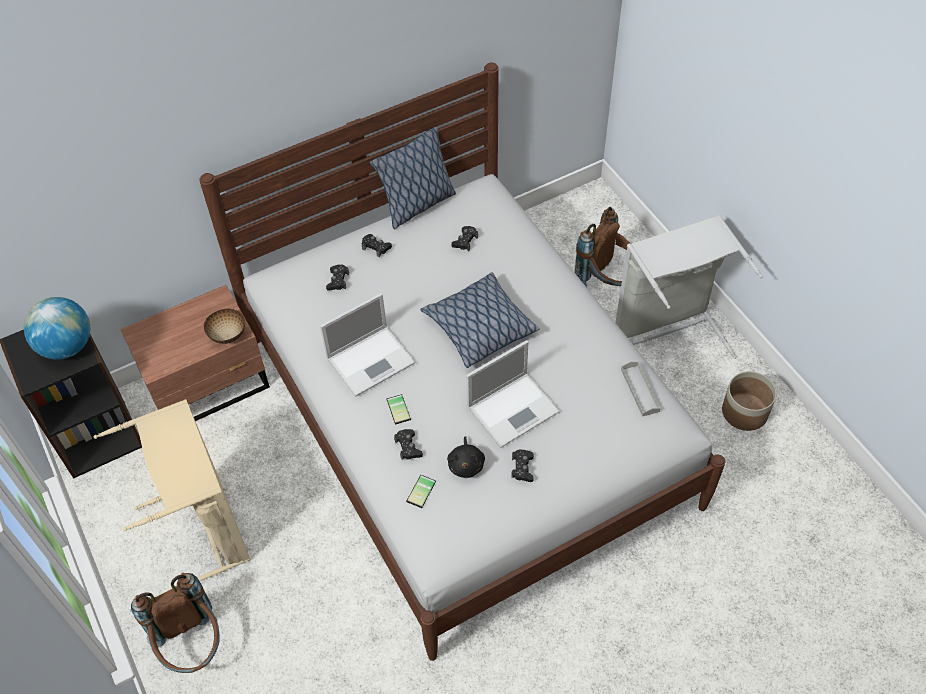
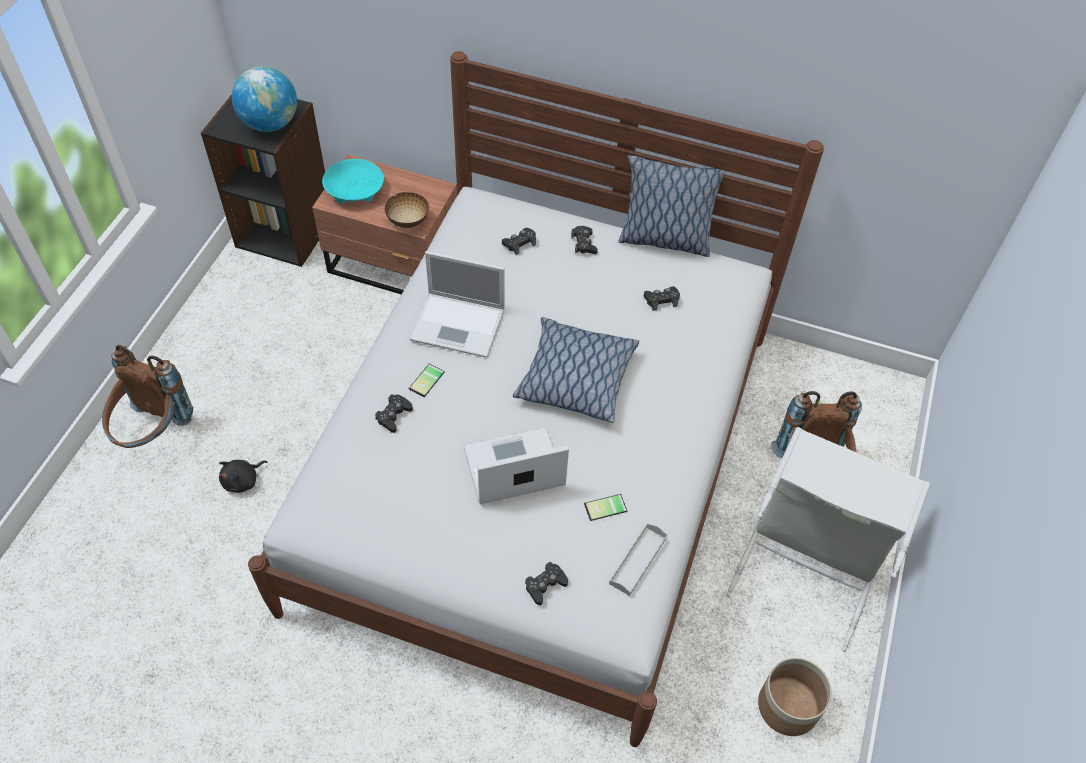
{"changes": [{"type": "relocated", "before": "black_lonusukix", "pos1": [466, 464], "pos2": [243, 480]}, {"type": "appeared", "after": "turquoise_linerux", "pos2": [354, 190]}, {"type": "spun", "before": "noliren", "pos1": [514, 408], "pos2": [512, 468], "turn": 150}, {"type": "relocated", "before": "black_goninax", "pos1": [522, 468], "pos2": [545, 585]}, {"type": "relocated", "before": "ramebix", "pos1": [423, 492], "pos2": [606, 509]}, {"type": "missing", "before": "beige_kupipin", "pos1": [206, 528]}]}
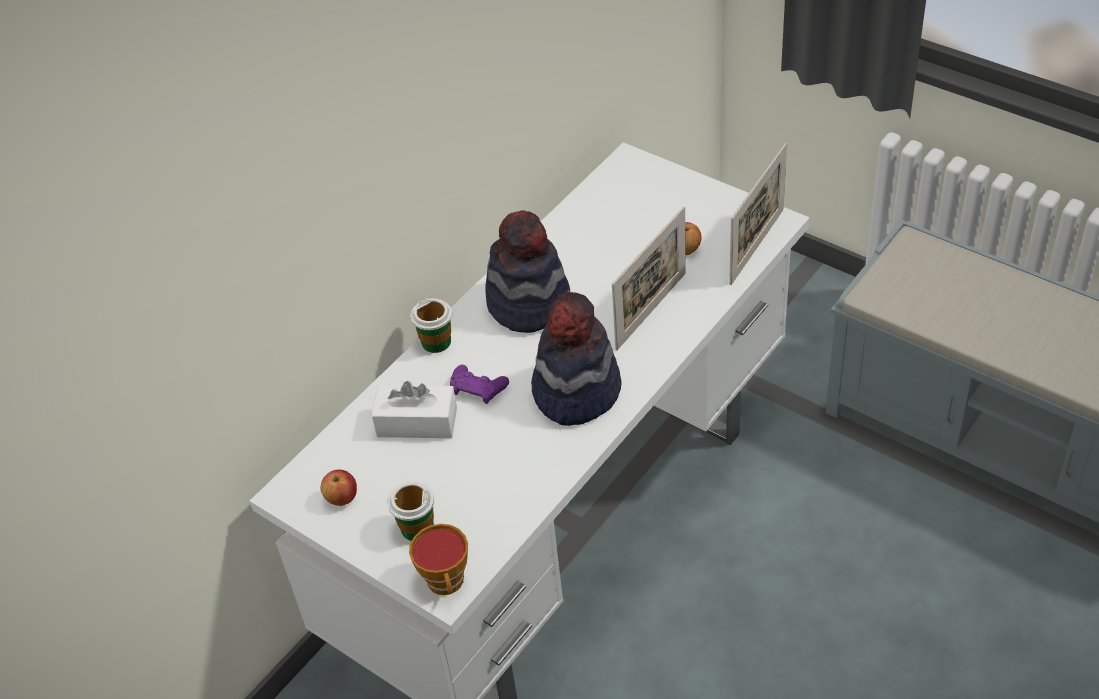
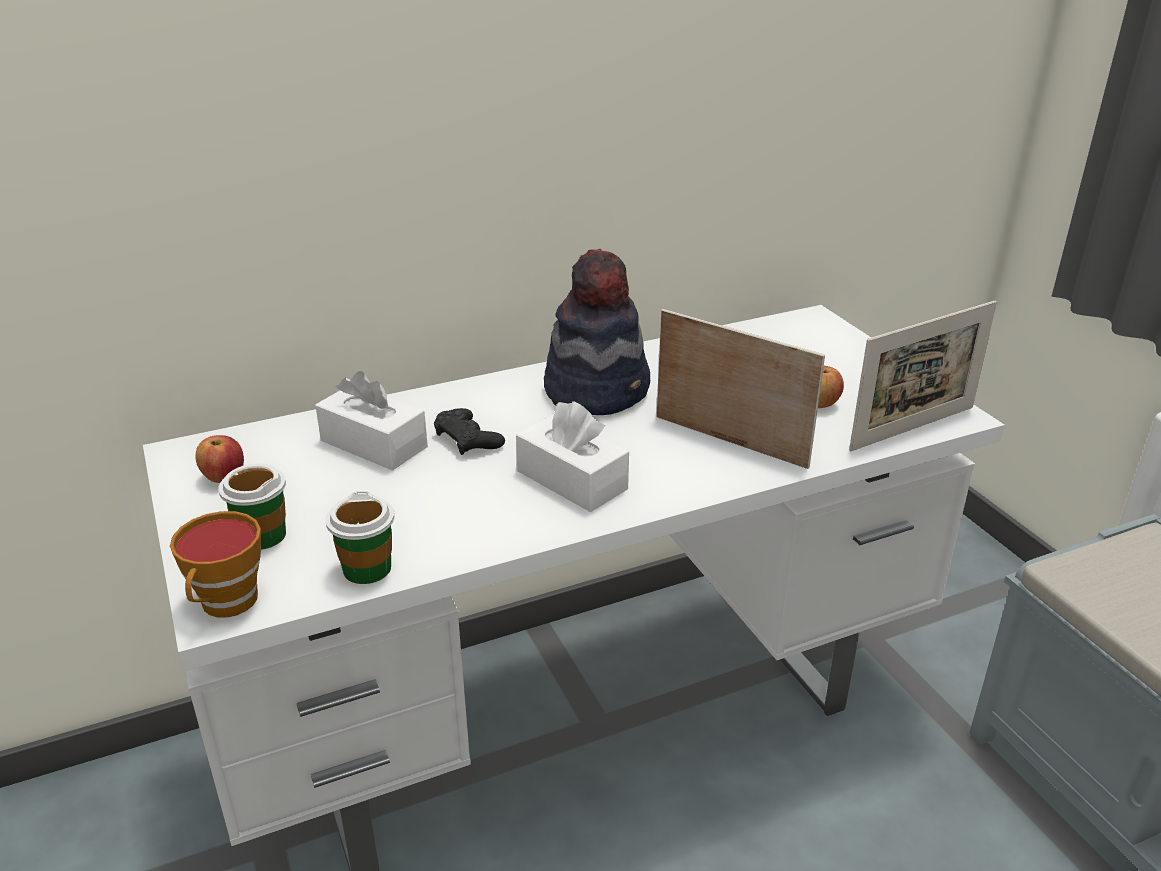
{"changes": [{"type": "relocated", "before": "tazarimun", "pos1": [436, 342], "pos2": [367, 569]}, {"type": "colour", "before": "purple_goninax", "after": "black_goninax", "pos1": [478, 388], "pos2": [468, 439]}, {"type": "exchanged", "before": "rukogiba", "after": "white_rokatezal", "pos1": [575, 390], "pos2": [572, 480]}, {"type": "spun", "before": "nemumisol", "pos1": [651, 311], "pos2": [729, 441], "turn": -120}]}
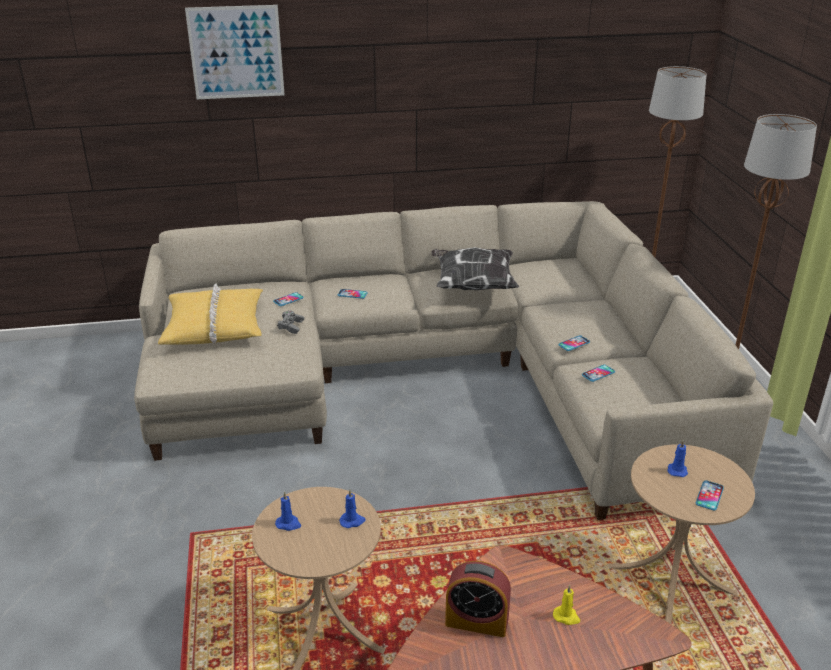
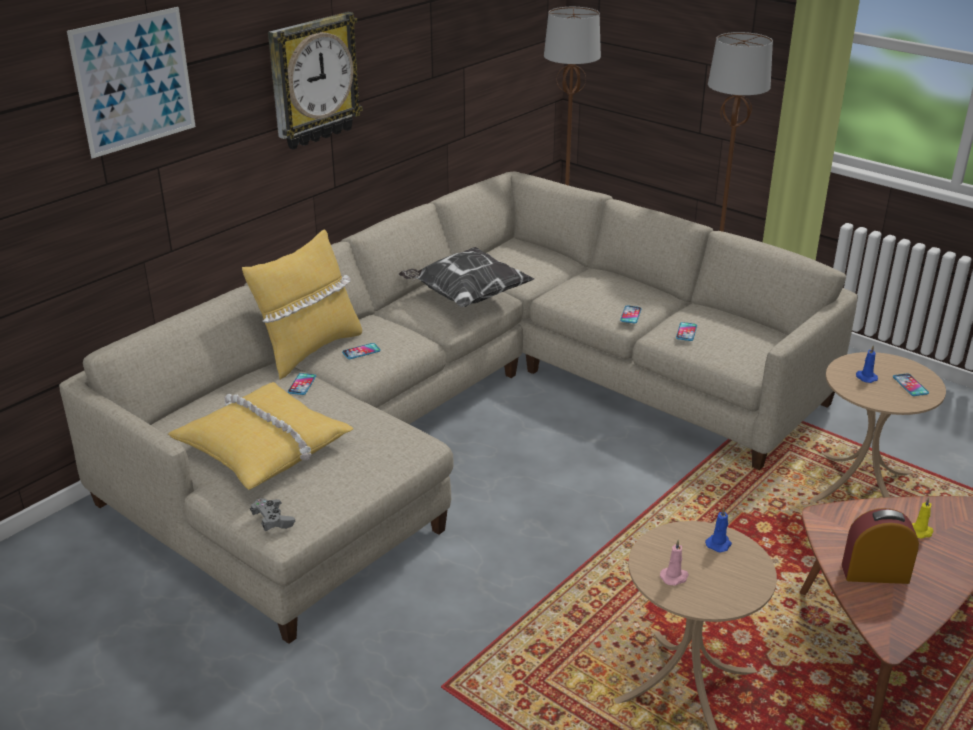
{"changes": [{"type": "appeared", "after": "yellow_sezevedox", "pos2": [309, 350]}, {"type": "relocated", "before": "grey_goninax", "pos1": [291, 327], "pos2": [273, 520]}, {"type": "appeared", "after": "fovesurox", "pos2": [313, 80]}, {"type": "colour", "before": "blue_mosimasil", "after": "pink_mosimasil", "pos1": [288, 524], "pos2": [674, 577]}, {"type": "spun", "before": "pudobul", "pos1": [477, 621], "pos2": [875, 573], "turn": -150}]}
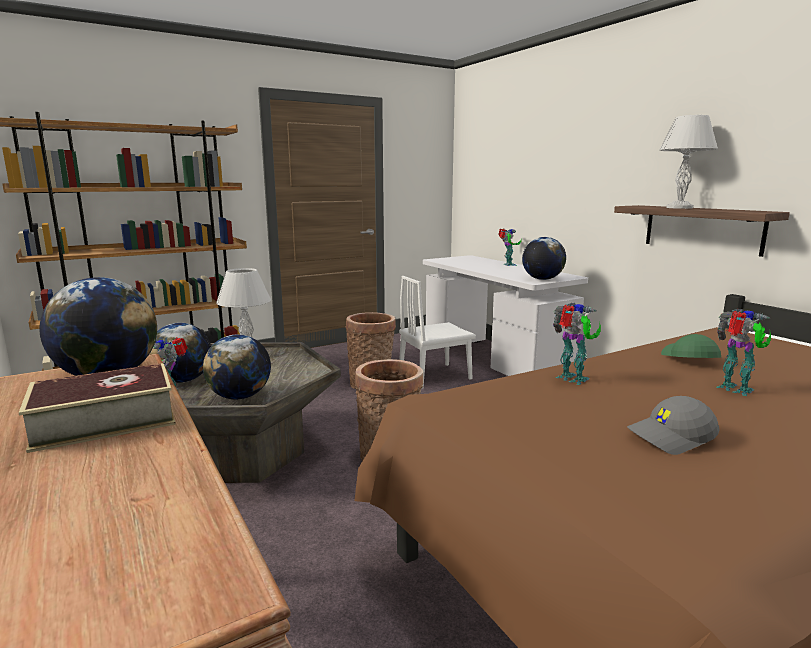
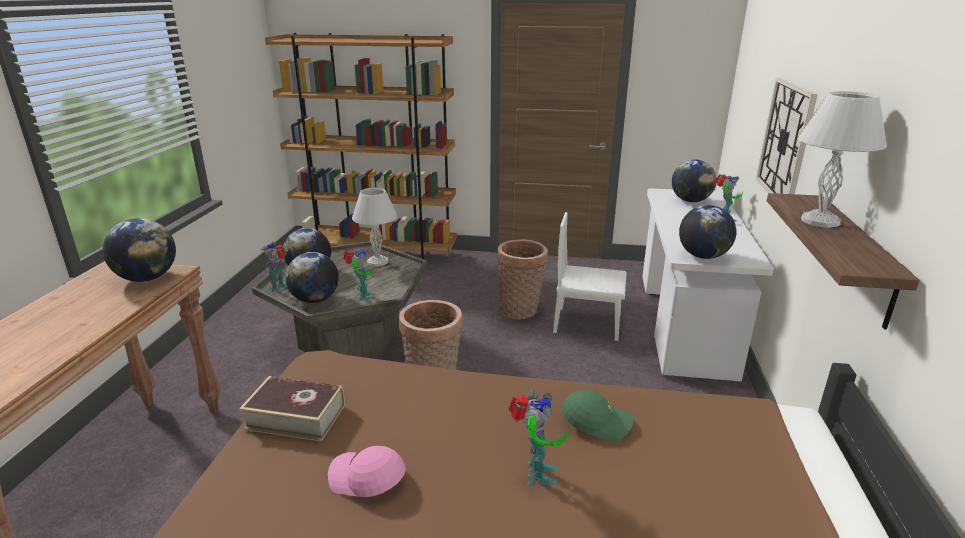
{"changes": [{"type": "relocated", "before": "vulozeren", "pos1": [105, 420], "pos2": [296, 417]}, {"type": "colour", "before": "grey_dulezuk", "after": "pink_dulezuk", "pos1": [671, 437], "pos2": [366, 479]}, {"type": "relocated", "before": "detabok", "pos1": [572, 379], "pos2": [363, 296]}, {"type": "spun", "before": "green_dulezuk", "pos1": [688, 359], "pos2": [596, 421], "turn": 60}, {"type": "appeared", "after": "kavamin", "pos2": [690, 201]}, {"type": "appeared", "after": "fovesurox", "pos2": [785, 142]}]}
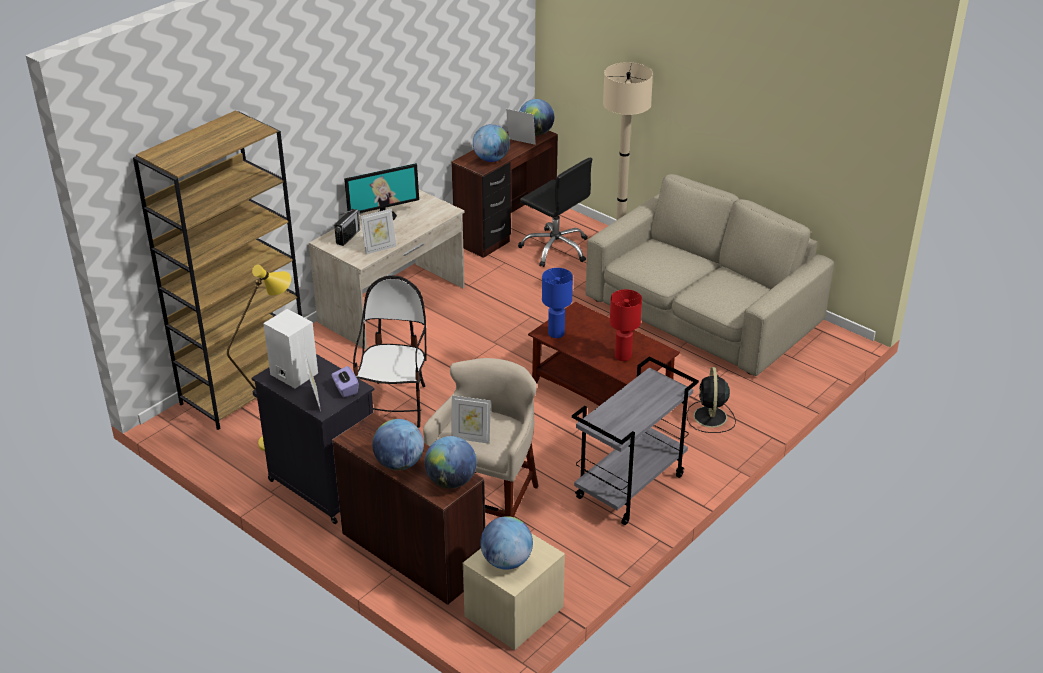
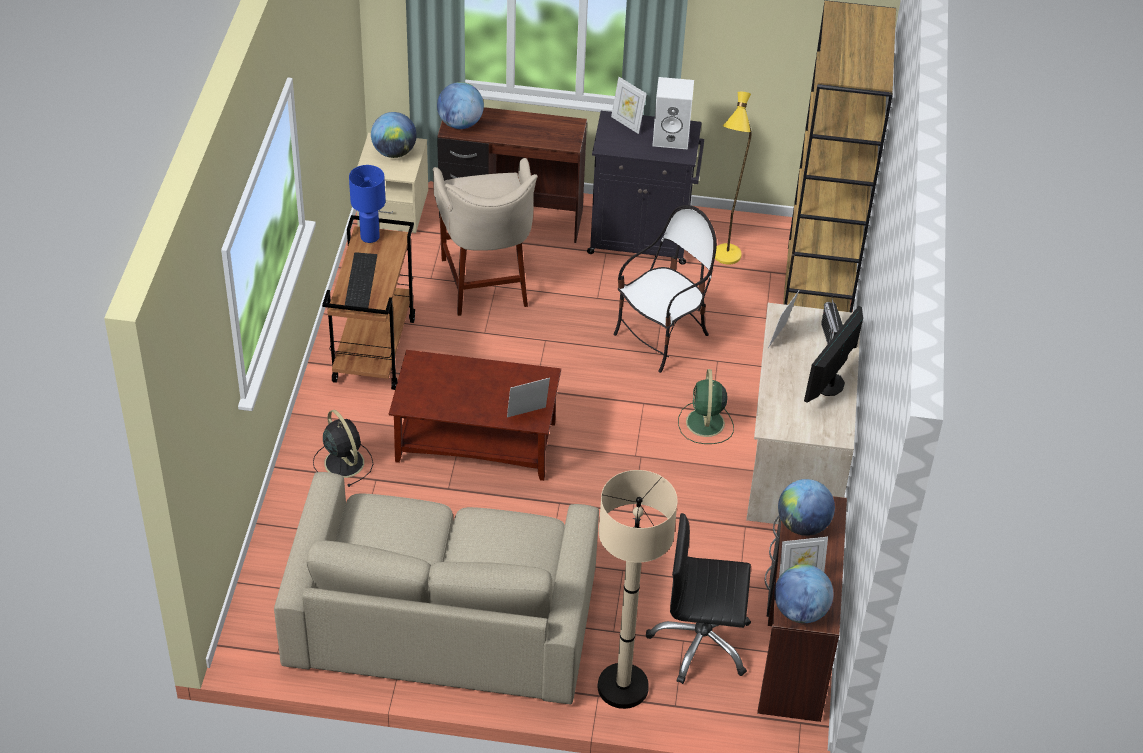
{"changes": [{"type": "colour", "before": "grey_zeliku", "after": "brown_zeliku", "pos1": [630, 488], "pos2": [373, 350]}, {"type": "appeared", "after": "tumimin", "pos2": [359, 280]}, {"type": "relocated", "before": "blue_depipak", "pos1": [556, 334], "pos2": [369, 237]}, {"type": "relocated", "before": "nemumisol", "pos1": [471, 438], "pos2": [527, 415]}, {"type": "spun", "before": "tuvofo", "pos1": [395, 405], "pos2": [662, 338], "turn": -105}, {"type": "appeared", "after": "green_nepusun", "pos2": [705, 424]}, {"type": "missing", "before": "purple_rokatezal", "pos1": [345, 389]}, {"type": "missing", "before": "kavamin", "pos1": [399, 463]}, {"type": "missing", "before": "red_depipak", "pos1": [623, 356]}]}
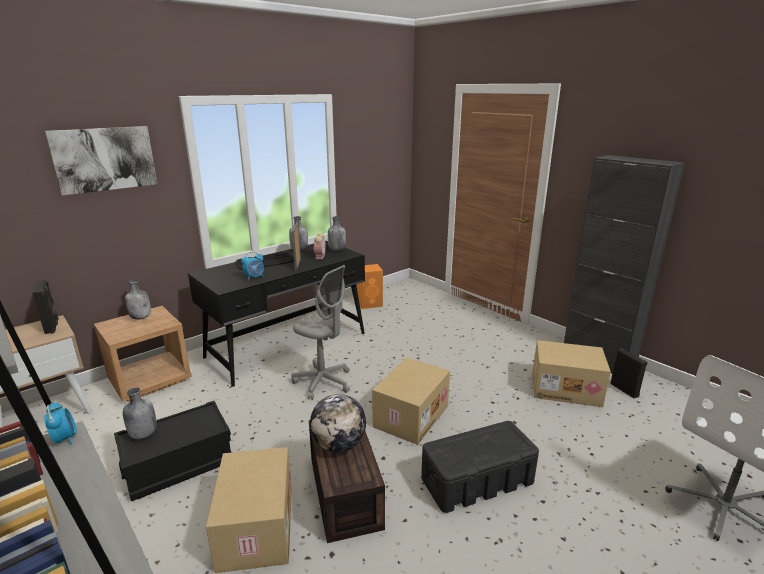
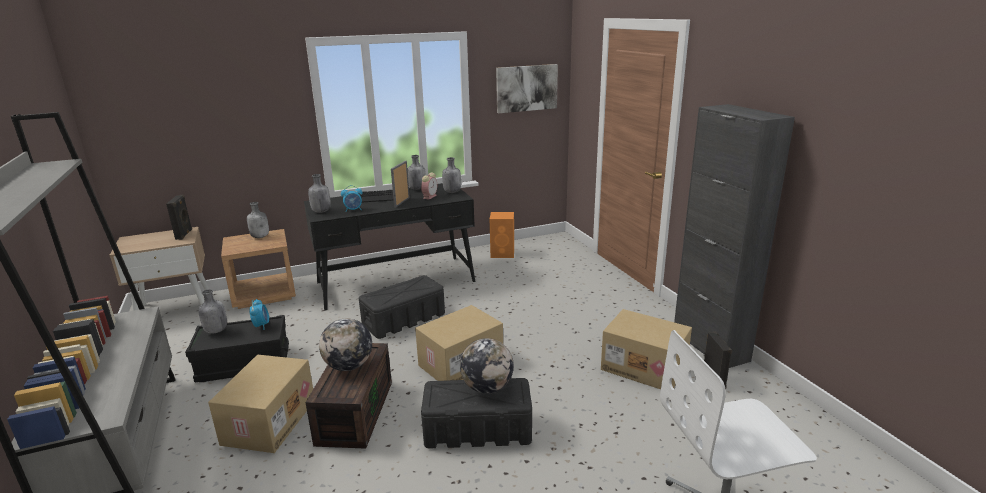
{"changes": [{"type": "relocated", "before": "pudobul", "pos1": [65, 438], "pos2": [261, 325]}, {"type": "appeared", "after": "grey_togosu", "pos2": [321, 211]}, {"type": "exchanged", "before": "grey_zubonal", "after": "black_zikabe", "pos1": [323, 382], "pos2": [403, 320]}, {"type": "appeared", "after": "kavamin", "pos2": [487, 388]}, {"type": "relocated", "before": "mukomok", "pos1": [104, 159], "pos2": [526, 88]}]}
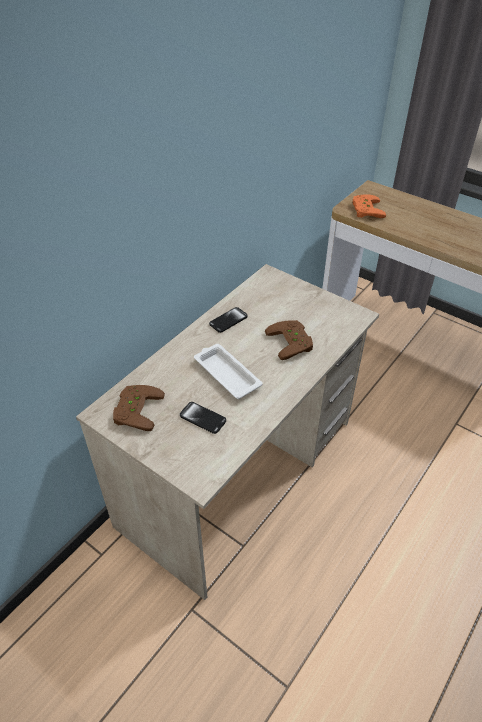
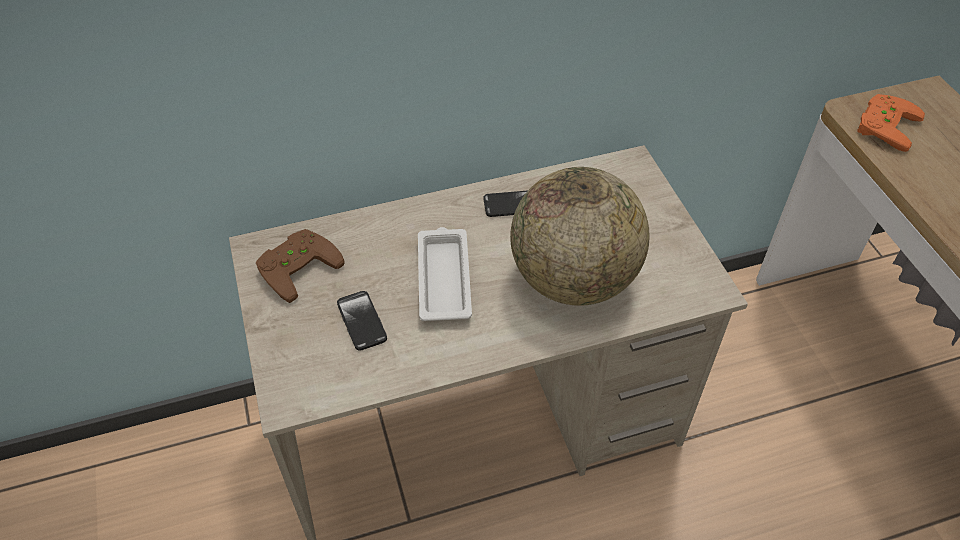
{"changes": [{"type": "exchanged", "before": "brown_goninax", "after": "kavamin", "pos1": [292, 342], "pos2": [573, 280]}]}
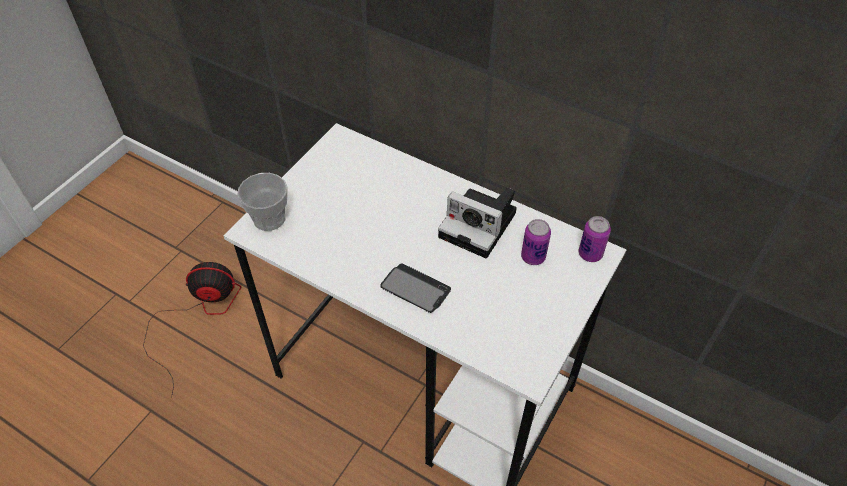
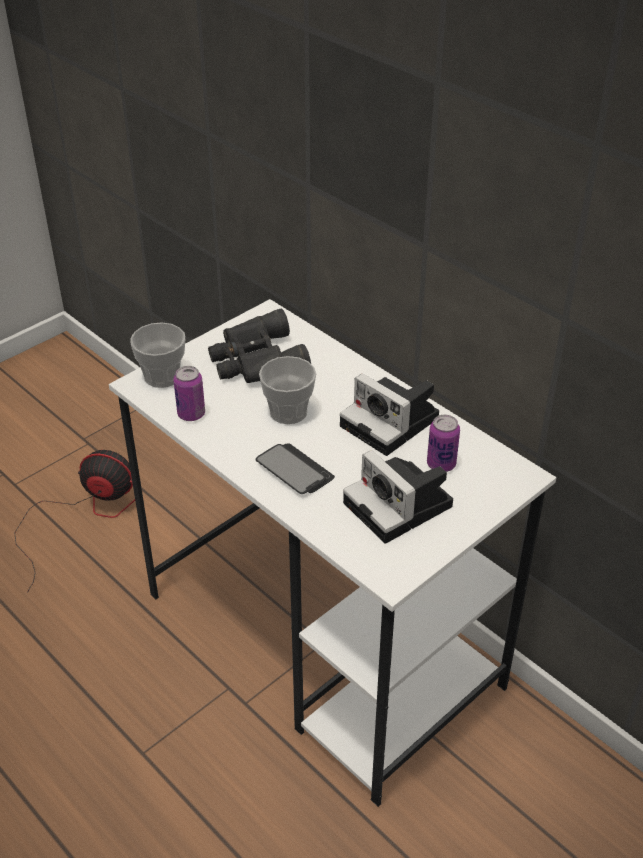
{"changes": [{"type": "relocated", "before": "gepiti", "pos1": [590, 254], "pos2": [191, 414]}, {"type": "appeared", "after": "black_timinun", "pos2": [255, 361]}, {"type": "appeared", "after": "tazarimun", "pos2": [288, 412]}, {"type": "appeared", "after": "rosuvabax", "pos2": [401, 506]}]}
